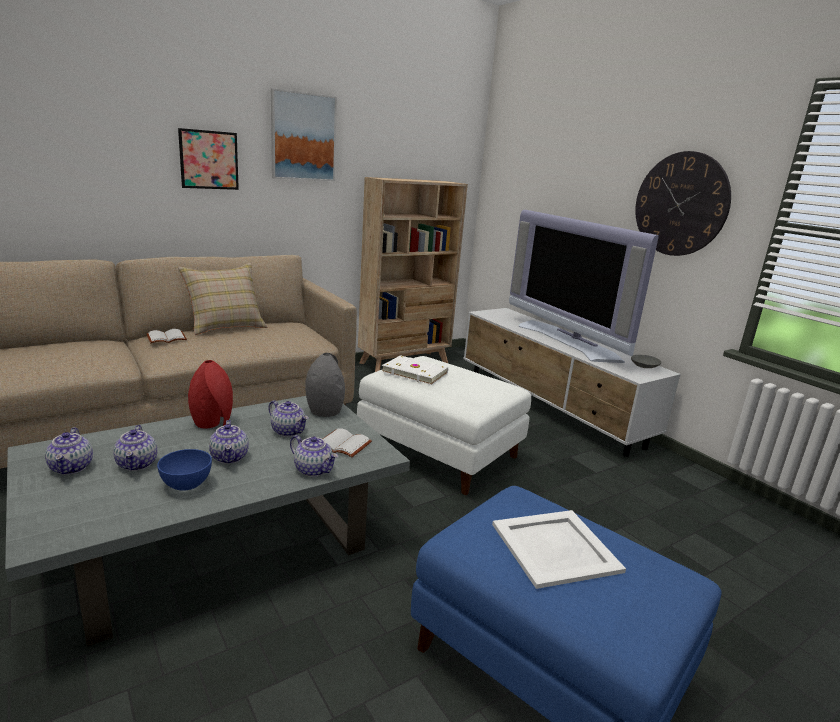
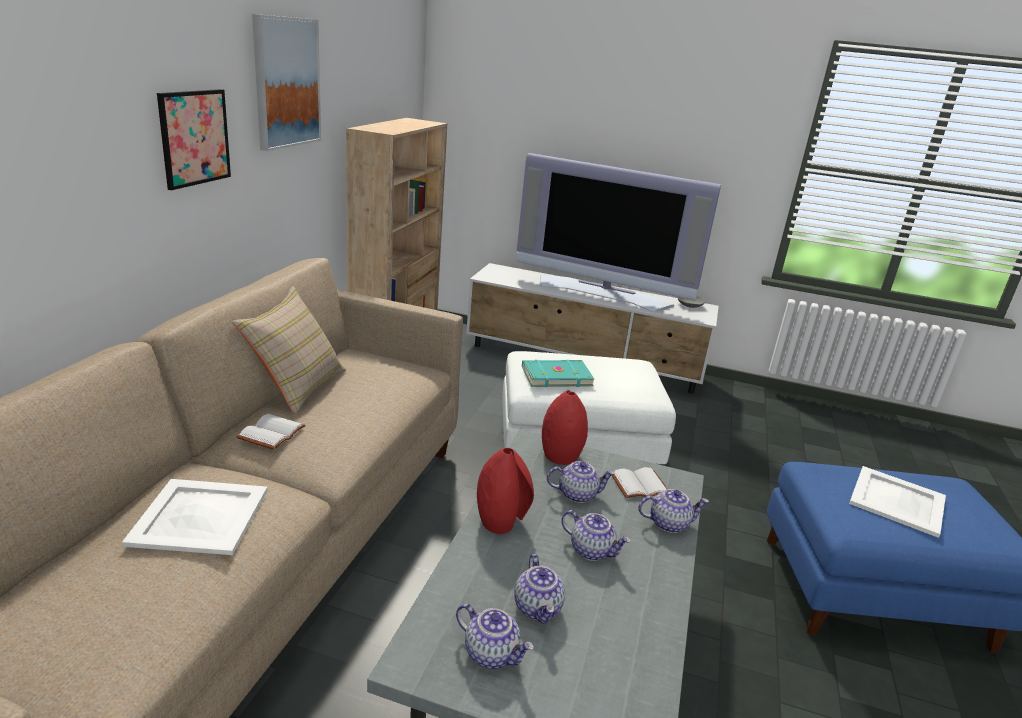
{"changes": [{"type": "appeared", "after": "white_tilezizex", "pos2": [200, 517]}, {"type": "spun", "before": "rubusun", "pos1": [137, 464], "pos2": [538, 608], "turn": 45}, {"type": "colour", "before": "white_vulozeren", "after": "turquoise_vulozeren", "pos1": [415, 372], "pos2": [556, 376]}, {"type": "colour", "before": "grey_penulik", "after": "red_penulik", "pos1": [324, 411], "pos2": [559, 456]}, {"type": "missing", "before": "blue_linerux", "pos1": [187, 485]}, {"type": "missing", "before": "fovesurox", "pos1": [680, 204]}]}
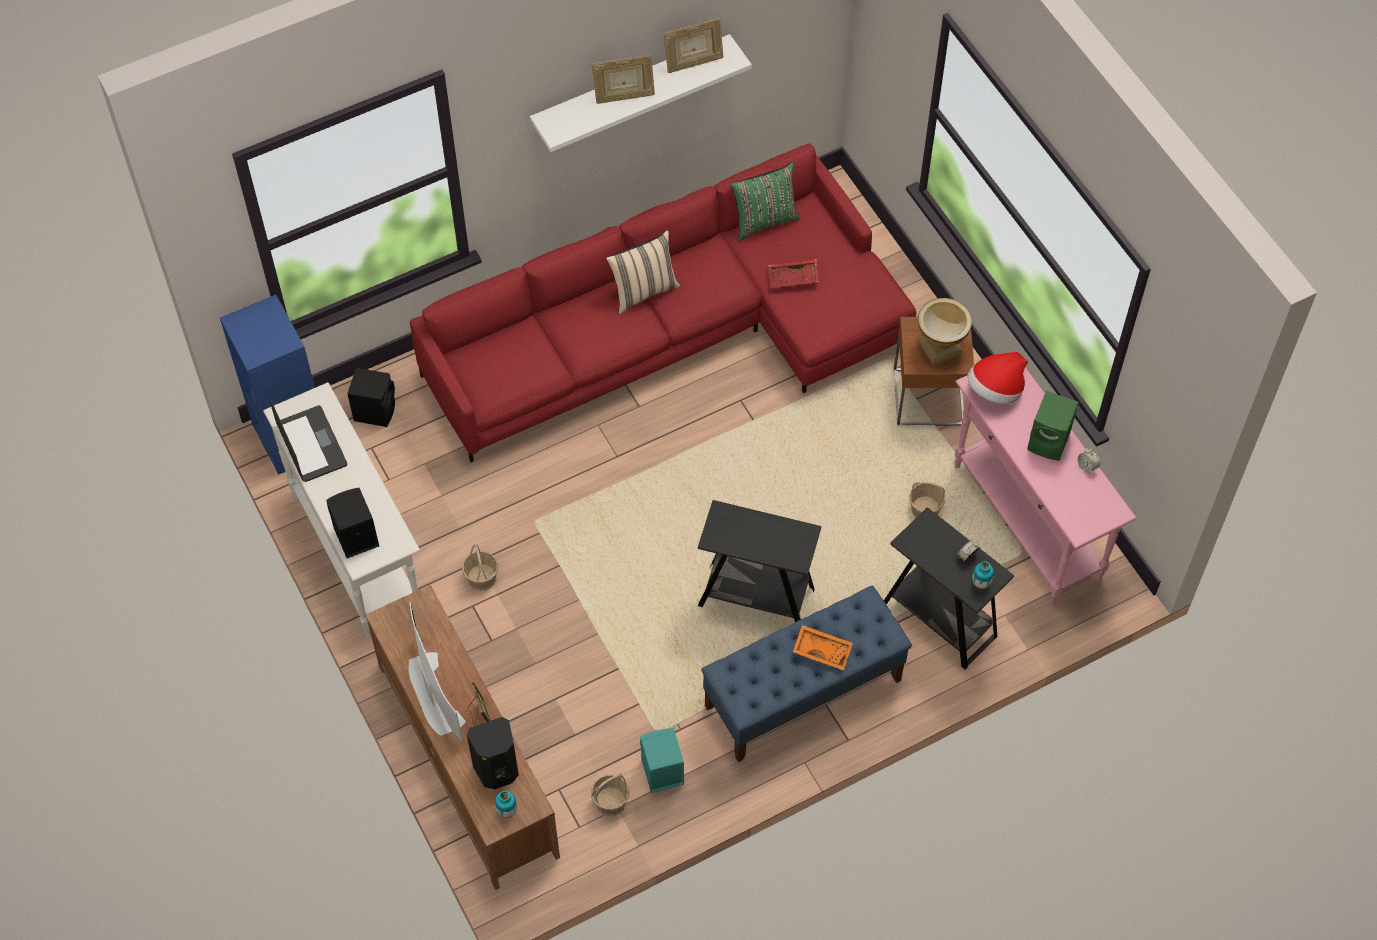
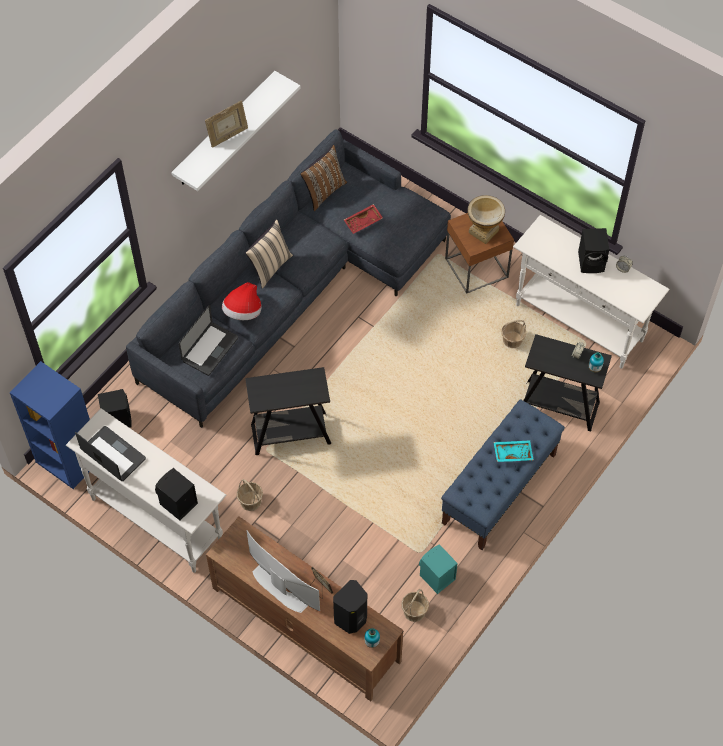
{"changes": [{"type": "colour", "before": "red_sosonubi", "after": "grey_sosonubi", "pos1": [676, 334], "pos2": [293, 289]}, {"type": "appeared", "after": "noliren", "pos2": [210, 349]}, {"type": "relocated", "before": "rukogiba", "pos1": [996, 390], "pos2": [243, 311]}, {"type": "relocated", "before": "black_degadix", "pos1": [756, 598], "pos2": [291, 434]}, {"type": "colour", "before": "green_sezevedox", "after": "brown_sezevedox", "pos1": [764, 220], "pos2": [323, 192]}, {"type": "colour", "before": "orange_tilezizex", "after": "turquoise_tilezizex", "pos1": [822, 650], "pos2": [512, 453]}, {"type": "colour", "before": "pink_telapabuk", "after": "white_telapabuk", "pos1": [1027, 522], "pos2": [579, 323]}, {"type": "colour", "before": "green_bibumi", "after": "black_bibumi", "pos1": [1050, 442], "pos2": [592, 262]}, {"type": "missing", "before": "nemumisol", "pos1": [693, 63]}]}
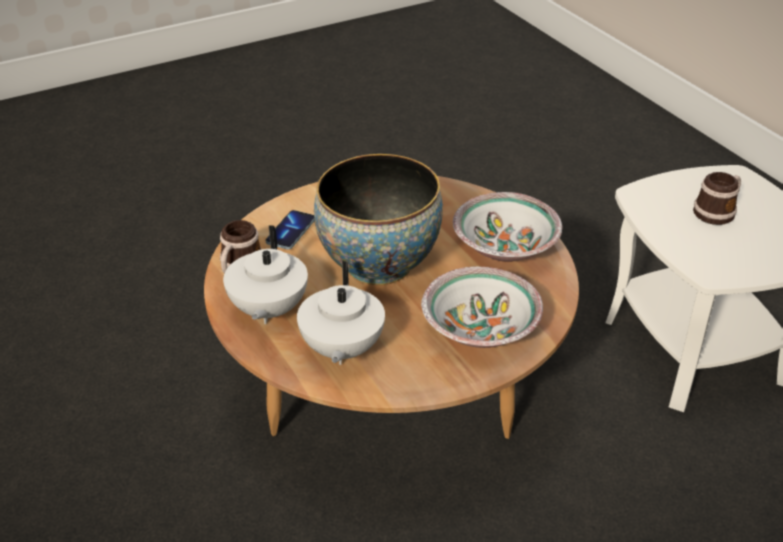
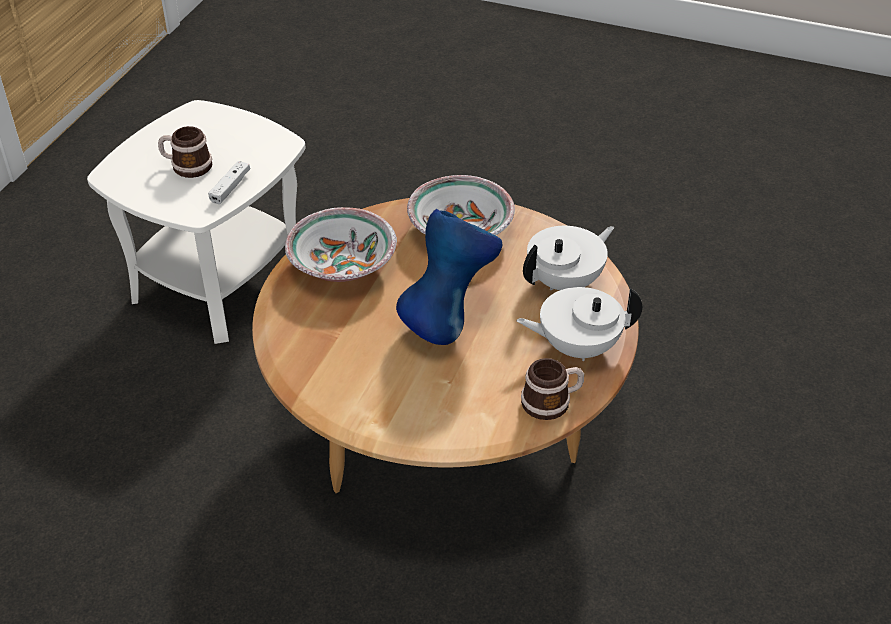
{"changes": [{"type": "appeared", "after": "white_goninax", "pos2": [230, 187]}, {"type": "exchanged", "before": "linerux", "after": "blue_penulik", "pos1": [378, 265], "pos2": [448, 320]}, {"type": "spun", "before": "white_rubusun", "pos1": [267, 310], "pos2": [577, 346], "turn": -150}, {"type": "missing", "before": "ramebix", "pos1": [291, 231]}]}
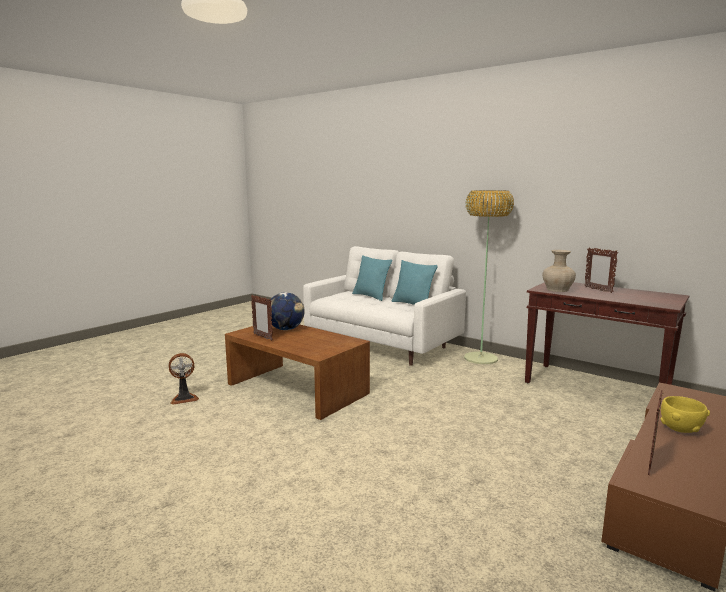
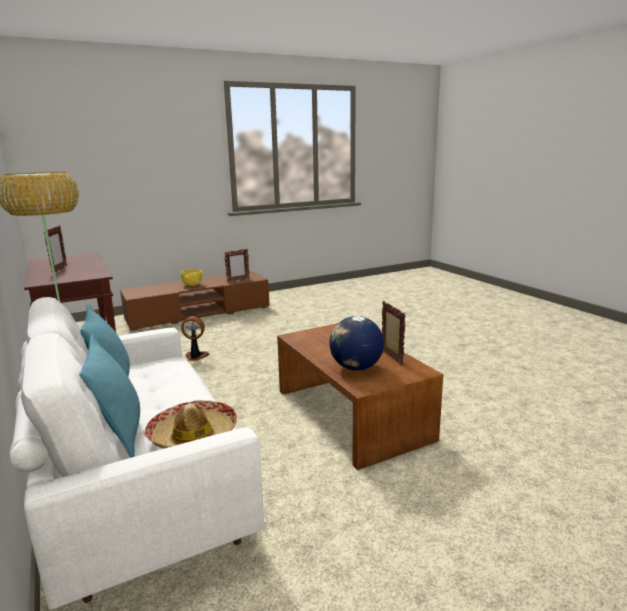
{"changes": [{"type": "appeared", "after": "rukogiba", "pos2": [193, 435]}, {"type": "relocated", "before": "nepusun", "pos1": [184, 398], "pos2": [196, 356]}, {"type": "missing", "before": "beige_penulik", "pos1": [557, 289]}]}
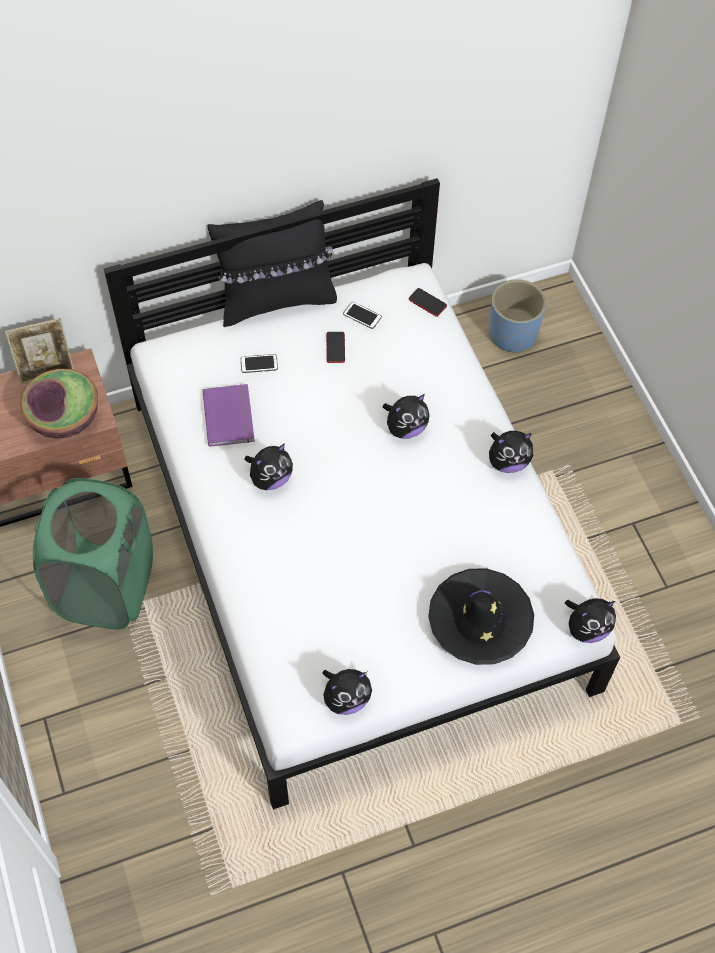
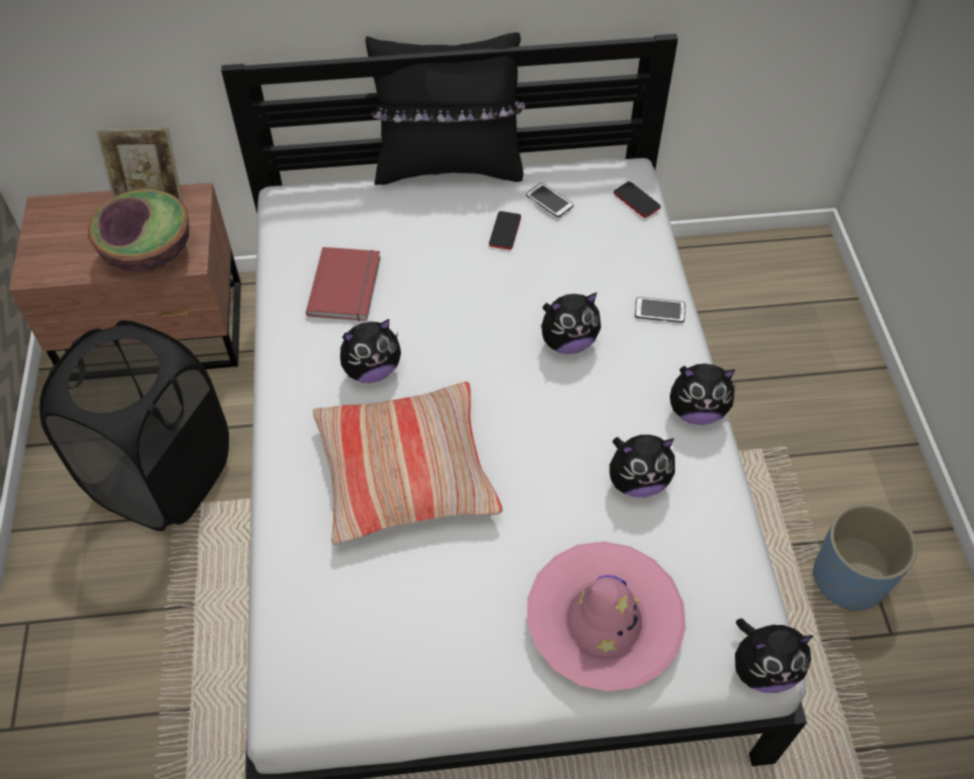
{"changes": [{"type": "colour", "before": "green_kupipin", "after": "black_kupipin", "pos1": [106, 587], "pos2": [164, 476]}, {"type": "colour", "before": "purple_vulozeren", "after": "red_vulozeren", "pos1": [230, 416], "pos2": [347, 286]}, {"type": "appeared", "after": "sezevedox", "pos2": [406, 472]}, {"type": "colour", "before": "black_rukogiba", "after": "pink_rukogiba", "pos1": [480, 621], "pos2": [603, 621]}, {"type": "relocated", "before": "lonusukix", "pos1": [346, 698], "pos2": [637, 481]}, {"type": "relocated", "before": "ramebix", "pos1": [259, 364], "pos2": [659, 311]}, {"type": "relocated", "before": "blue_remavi", "pos1": [513, 334], "pos2": [849, 578]}]}
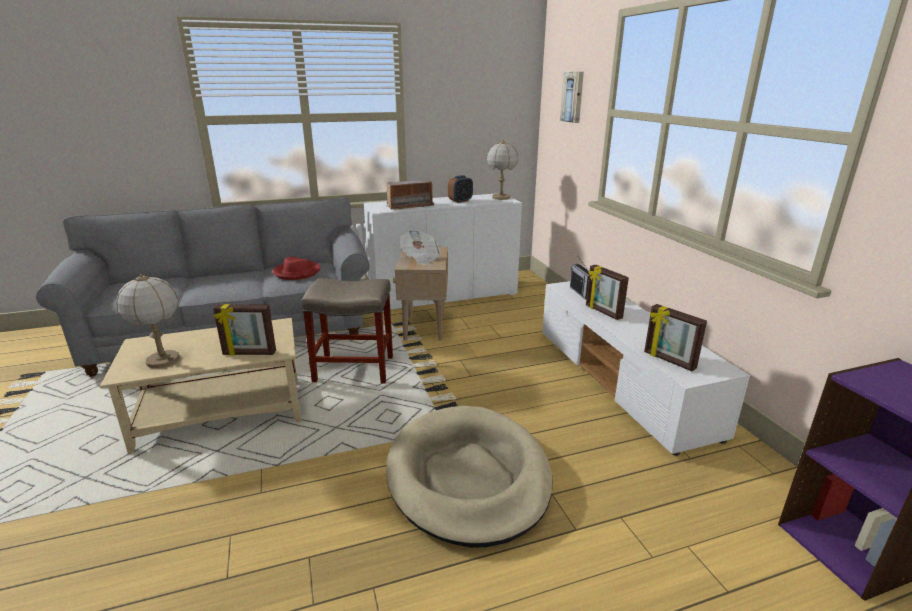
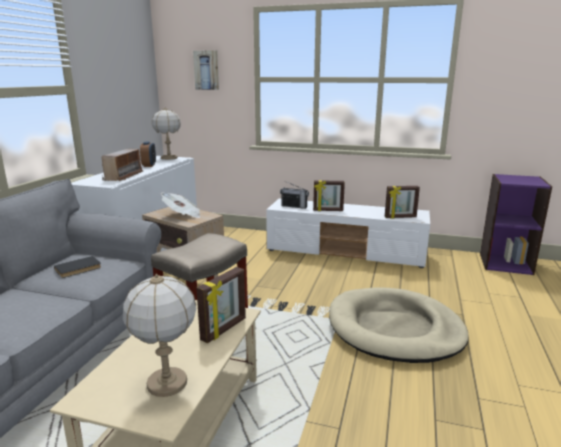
{"changes": [{"type": "exchanged", "before": "red_rukogiba", "after": "black_vulozeren", "pos1": [297, 272], "pos2": [78, 269]}]}
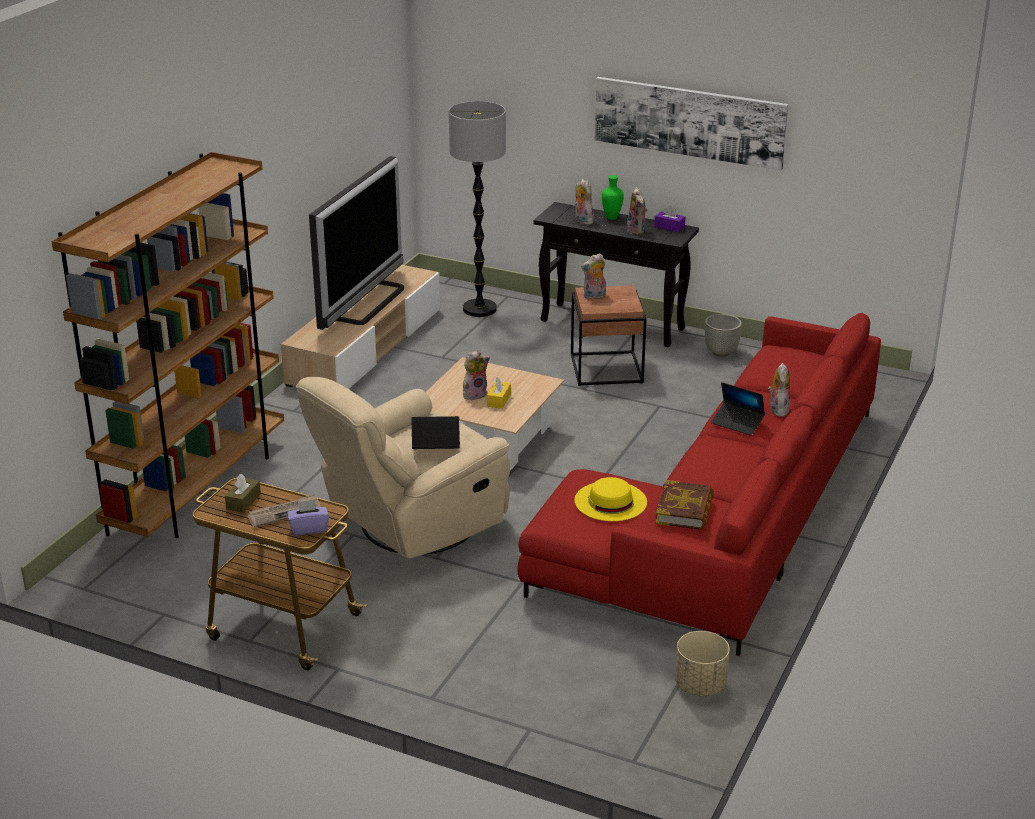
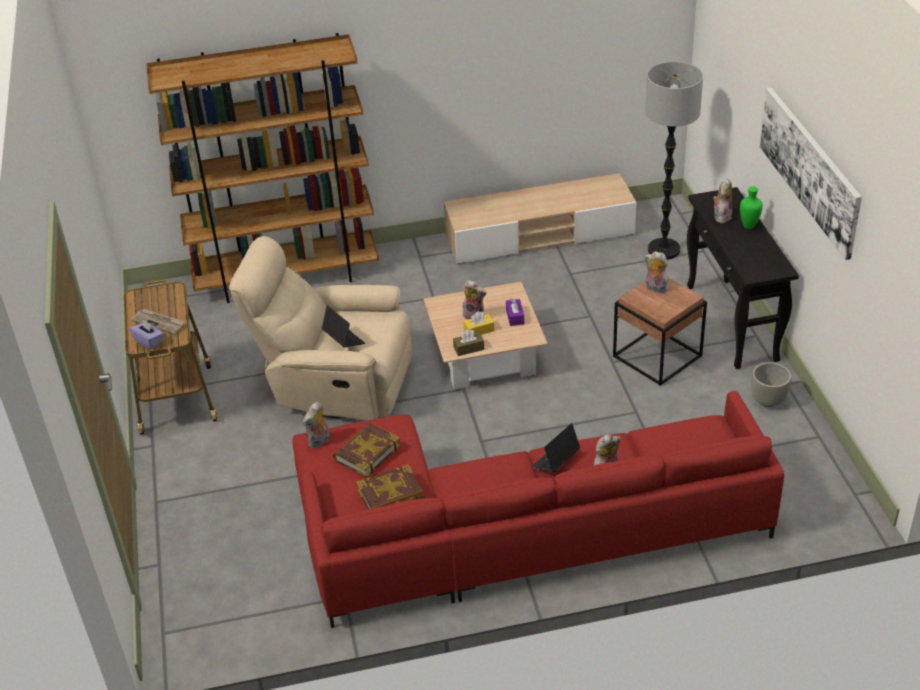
{"changes": [{"type": "relocated", "before": "lonusukix", "pos1": [637, 230], "pos2": [319, 442]}, {"type": "exchanged", "before": "yellow_rukogiba", "after": "vulozeren", "pos1": [610, 501], "pos2": [366, 453]}, {"type": "relocated", "before": "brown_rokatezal", "pos1": [243, 501], "pos2": [468, 348]}, {"type": "relocated", "before": "purple_rokatezal", "pos1": [669, 227], "pos2": [515, 317]}, {"type": "spun", "before": "noliren", "pos1": [737, 423], "pos2": [555, 461], "turn": 45}, {"type": "missing", "before": "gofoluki", "pos1": [367, 302]}, {"type": "missing", "before": "beige_remavi", "pos1": [700, 686]}]}
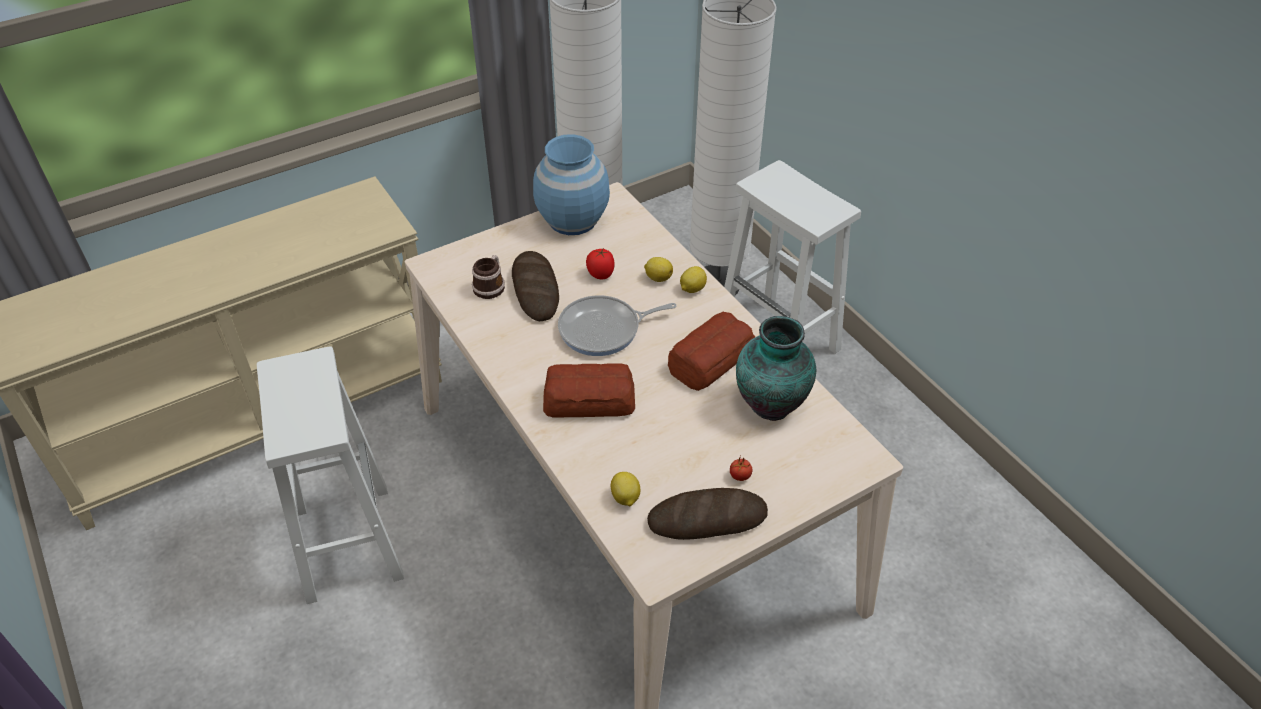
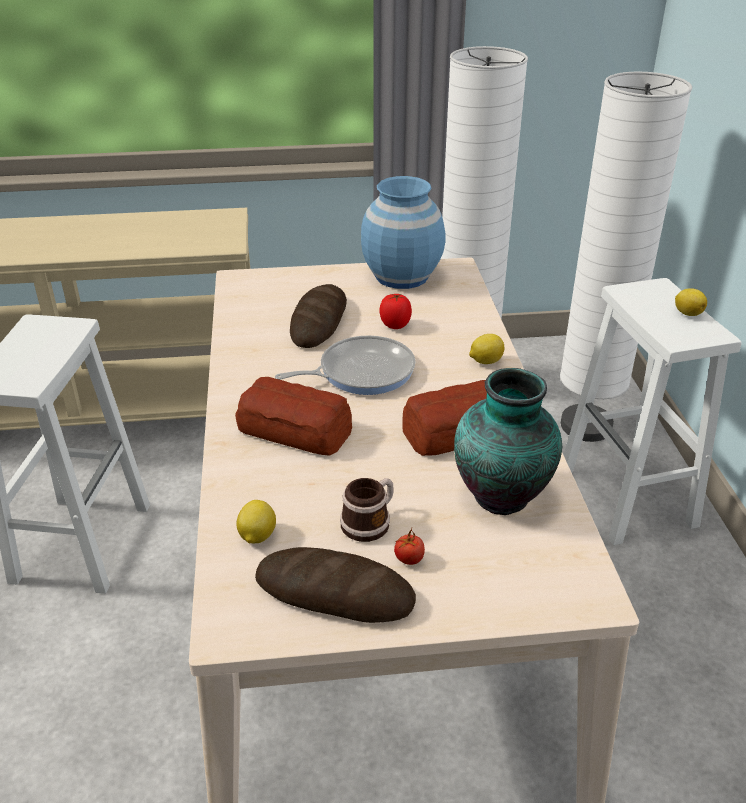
{"changes": [{"type": "spun", "before": "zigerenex", "pos1": [604, 330], "pos2": [361, 372], "turn": 150}, {"type": "relocated", "before": "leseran", "pos1": [490, 286], "pos2": [370, 522]}, {"type": "relocated", "before": "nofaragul", "pos1": [658, 278], "pos2": [687, 313]}]}
